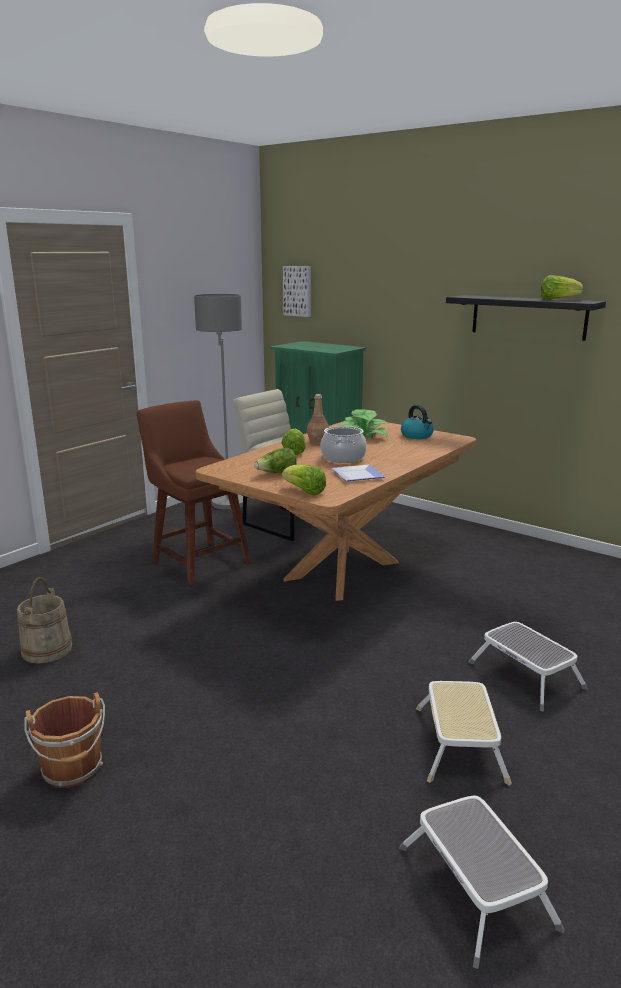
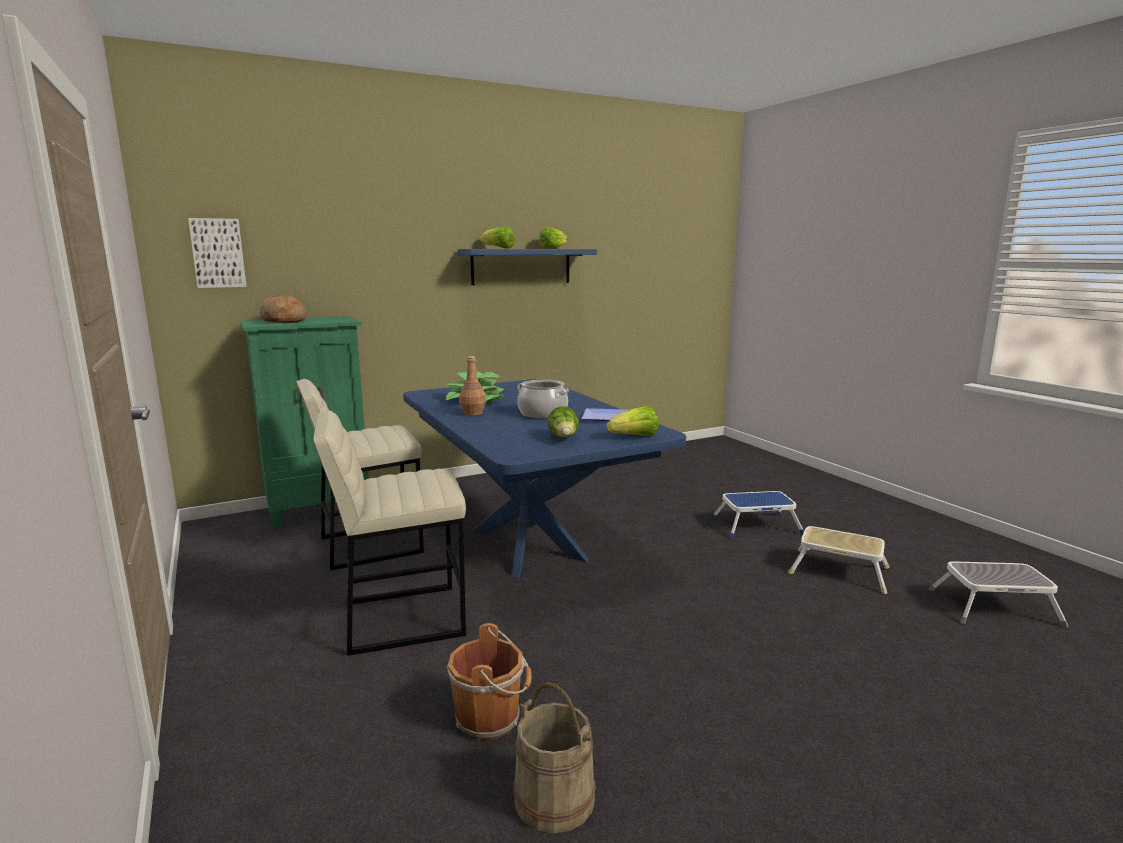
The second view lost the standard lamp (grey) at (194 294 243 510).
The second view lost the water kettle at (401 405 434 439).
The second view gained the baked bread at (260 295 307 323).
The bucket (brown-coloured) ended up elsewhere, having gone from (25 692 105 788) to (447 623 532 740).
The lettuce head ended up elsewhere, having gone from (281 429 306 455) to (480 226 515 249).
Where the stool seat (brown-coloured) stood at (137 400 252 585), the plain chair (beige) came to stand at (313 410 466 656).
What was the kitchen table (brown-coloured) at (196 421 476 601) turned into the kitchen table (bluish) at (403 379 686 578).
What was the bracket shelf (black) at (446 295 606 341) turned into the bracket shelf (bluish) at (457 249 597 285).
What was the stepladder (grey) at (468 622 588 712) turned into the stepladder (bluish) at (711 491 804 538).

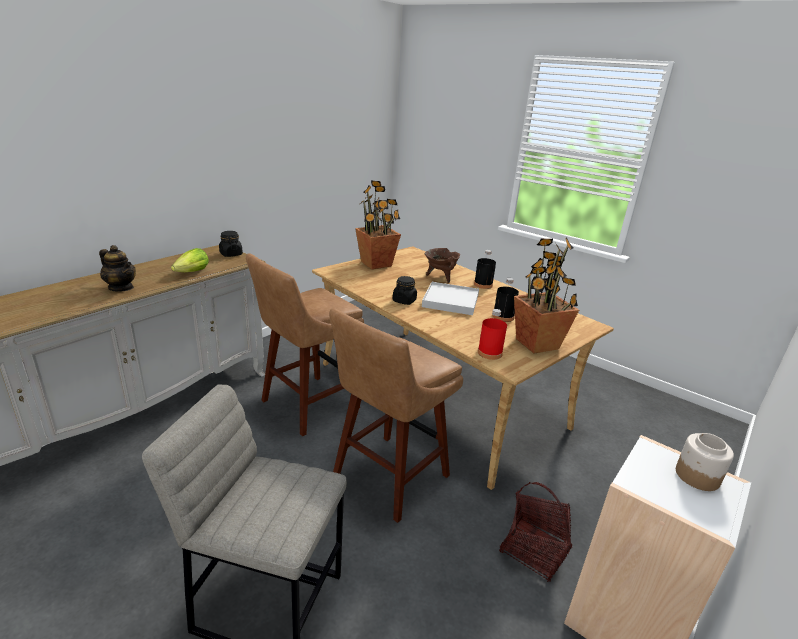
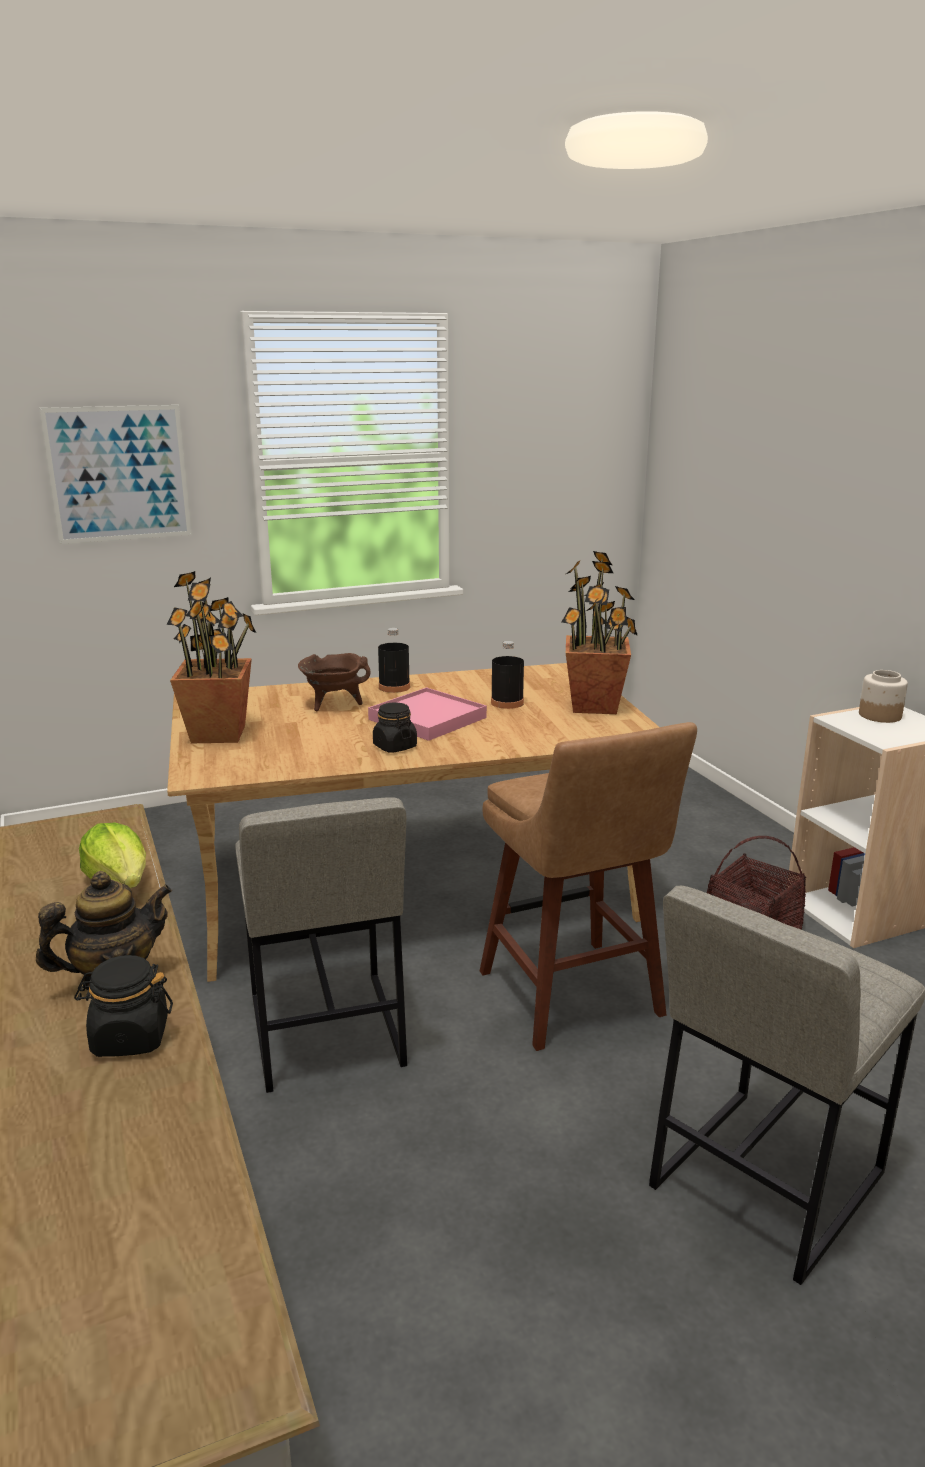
The second view lost the drink bottle (red-coloured) at (478 309 507 360).
The second view gained the picture at (39 405 192 544).
The preserve jar (black) ended up elsewhere, having gone from (219 231 243 257) to (74 955 173 1057).
Where the stool seat (brown-coloured) stood at (246 253 364 437), the plain chair (grey) came to stand at (236 797 407 1093).
What was the tray (white-coloured) at (422 282 479 315) turned into the tray (pink) at (368 687 487 741).

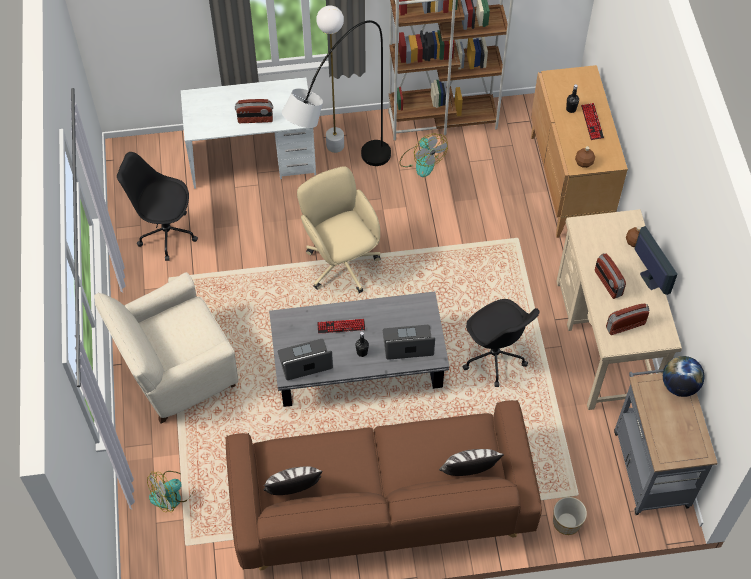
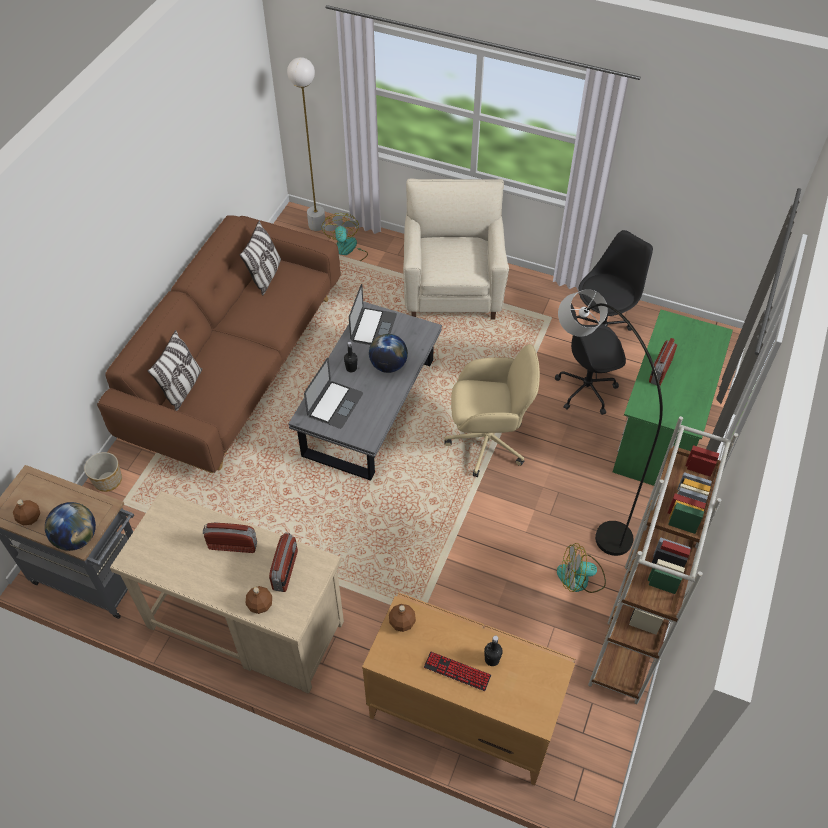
The second view lost the computer screen at (635 226 678 295).
The second view gained the drink bottle (brown-coloured) at (13 500 40 525).
The standard lamp (white-coloured) ended up elsewhere, having gone from (316 5 344 153) to (287 57 326 231).
The desk chair (black) ended up elsewhere, having gone from (462 299 540 387) to (554 303 626 415).
The radio ended up elsewhere, having gone from (606 303 649 335) to (269 532 298 592).
Where the PC keyboard stood at (317 319 365 334), the globe came to stand at (369 334 408 373).
What was the desk (white-coloured) at (181 77 316 189) turned into the desk (green) at (613 310 733 486).

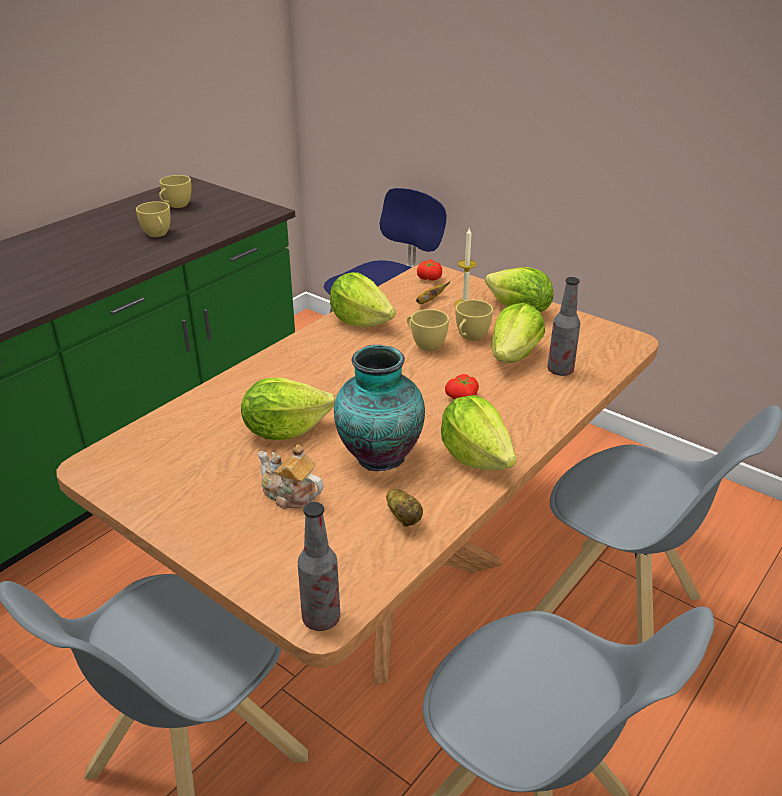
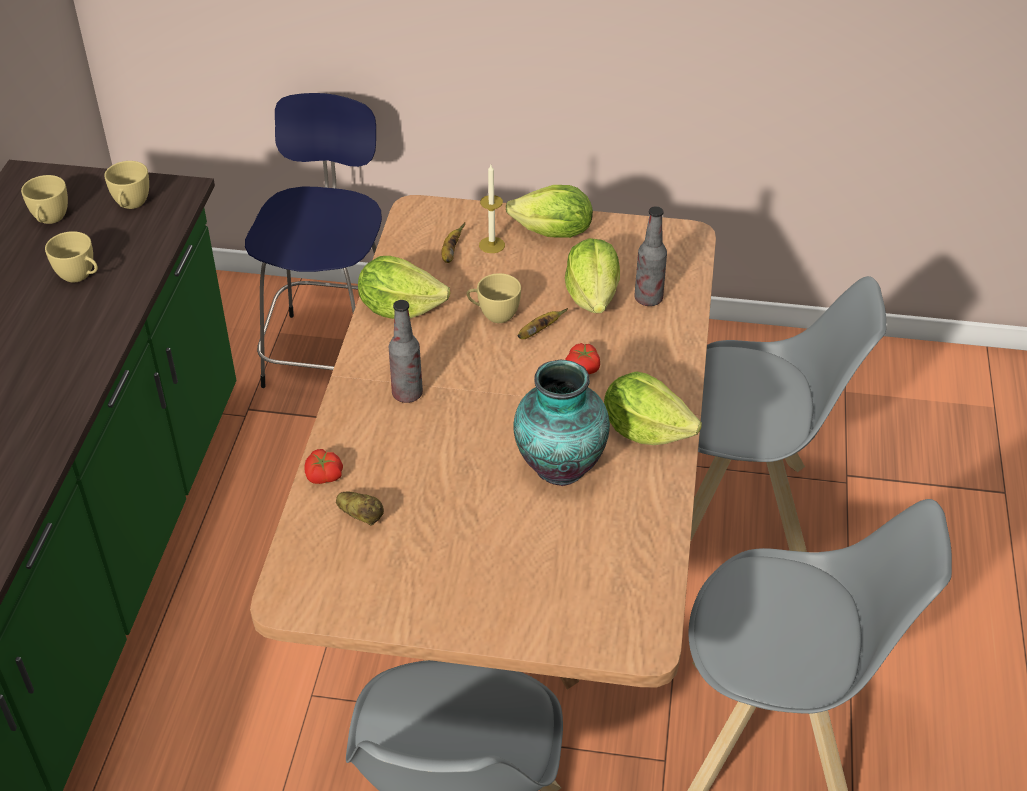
The second view lost the lettuce head at (241 378 335 440).
The second view lost the tea pot at (258 444 323 509).
The second view gained the whole banana at (517 308 568 339).
The drink bottle ended up elsewhere, having gone from (298 502 340 631) to (389 300 423 403).
The spud ended up elsewhere, having gone from (386 489 423 527) to (336 491 384 525).
The fresh tomato ended up elsewhere, having gone from (417 260 442 281) to (304 449 343 484).
The small cup (yellow-coloured) ended up elsewhere, having gone from (456 300 493 341) to (104 161 149 209).

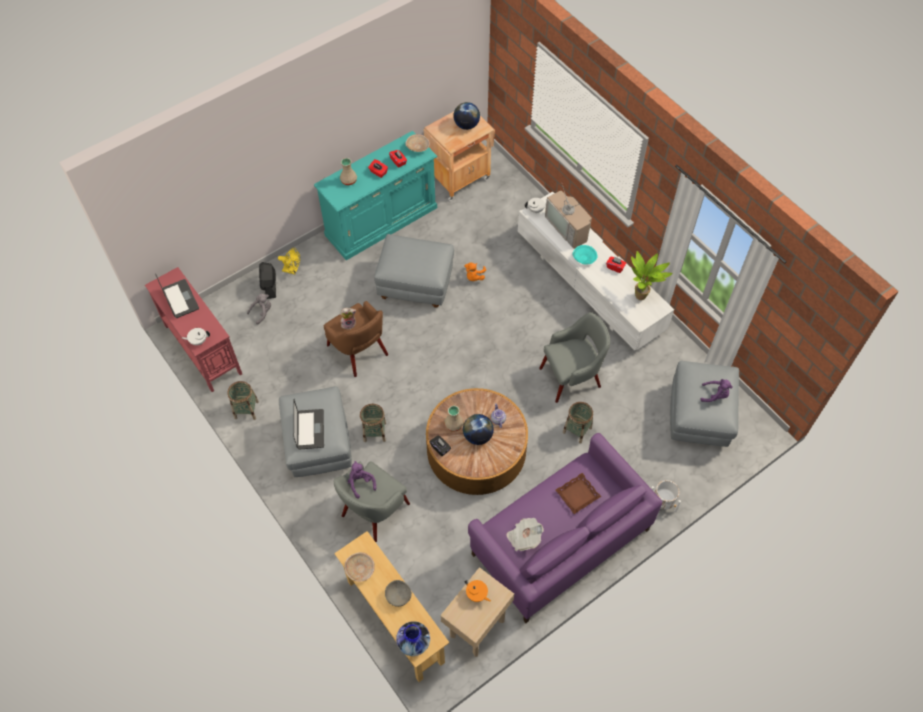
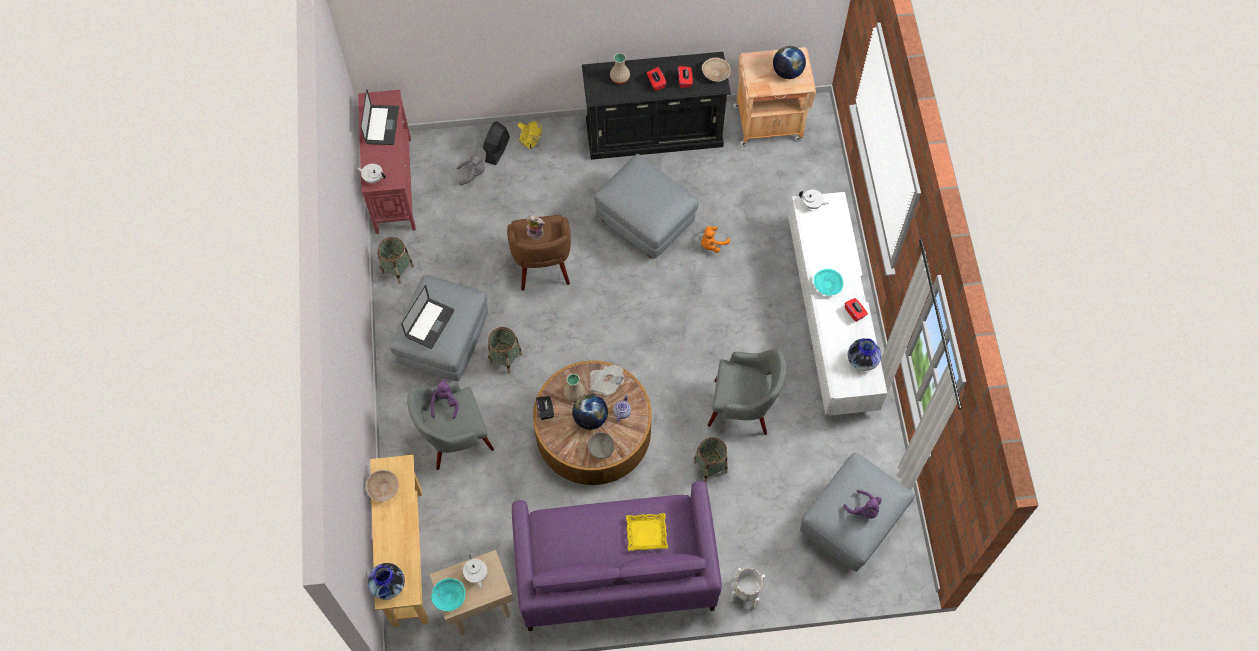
The second view lost the television at (545 182 592 249).
The second view gained the serving bowl (turquoise-coloured) at (431 578 465 612).
The serving bowl (grey) ended up elsewhere, having gone from (385 580 412 607) to (588 432 615 459).
The printed paper ended up elsewhere, having gone from (506 518 544 551) to (589 364 624 395).
Where the houseplant stood at (631 251 673 300), the decorative vase came to stand at (848 338 881 371).
What was the cupboard (turquoise-coloured) at (314 131 437 260) turned into the cupboard (black) at (582 52 731 160).
What was the tea pot (orangey) at (465 580 491 602) turned into the tea pot (white-coloured) at (463 554 487 588).
What was the tray (brown-coloured) at (555 473 601 514) turned into the tray (yellow-coloured) at (626 513 668 551).

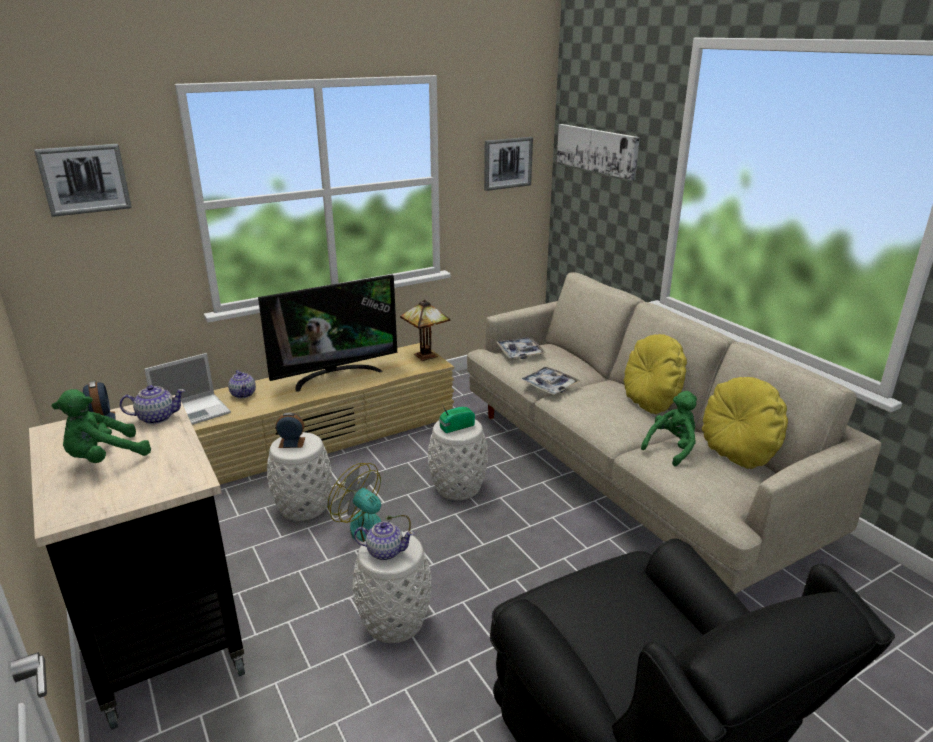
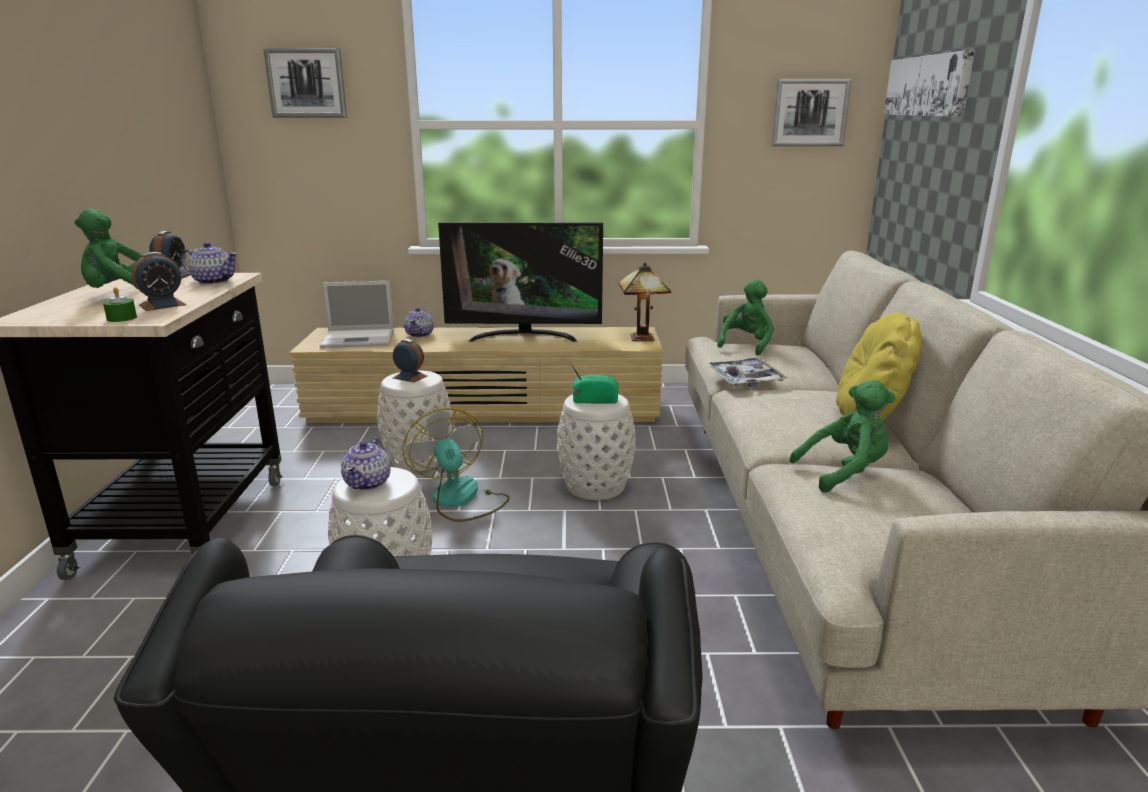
The second view lost the throw pillow (yellow-coloured) at (702 377 788 469).
The second view gained the wax candle (green) at (103 287 137 322).
The second view gained the bedside clock at (132 252 186 311).
Where the tray stood at (496 337 546 359), the plush toy (green) came to stand at (717 279 774 355).
The tea pot at (354 522 414 560) ended up facing another way, 60 degrees clockwise from before.

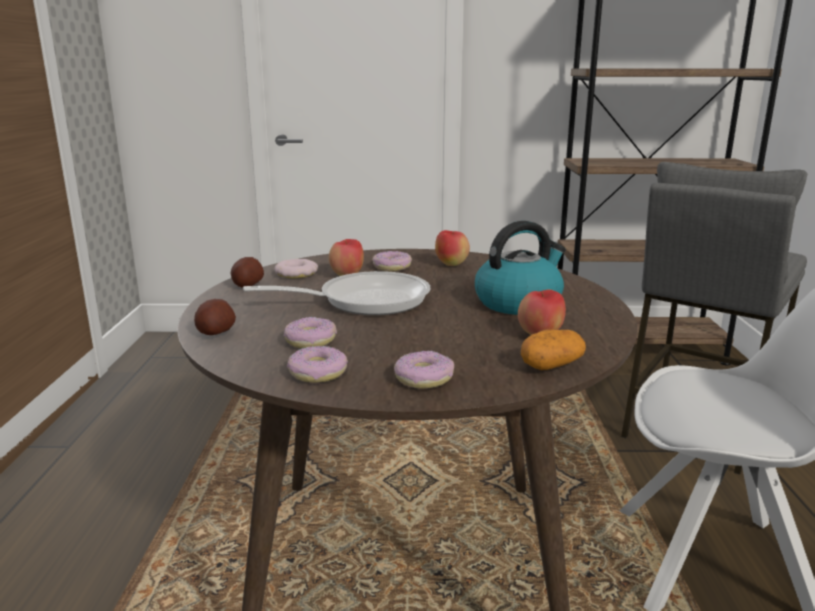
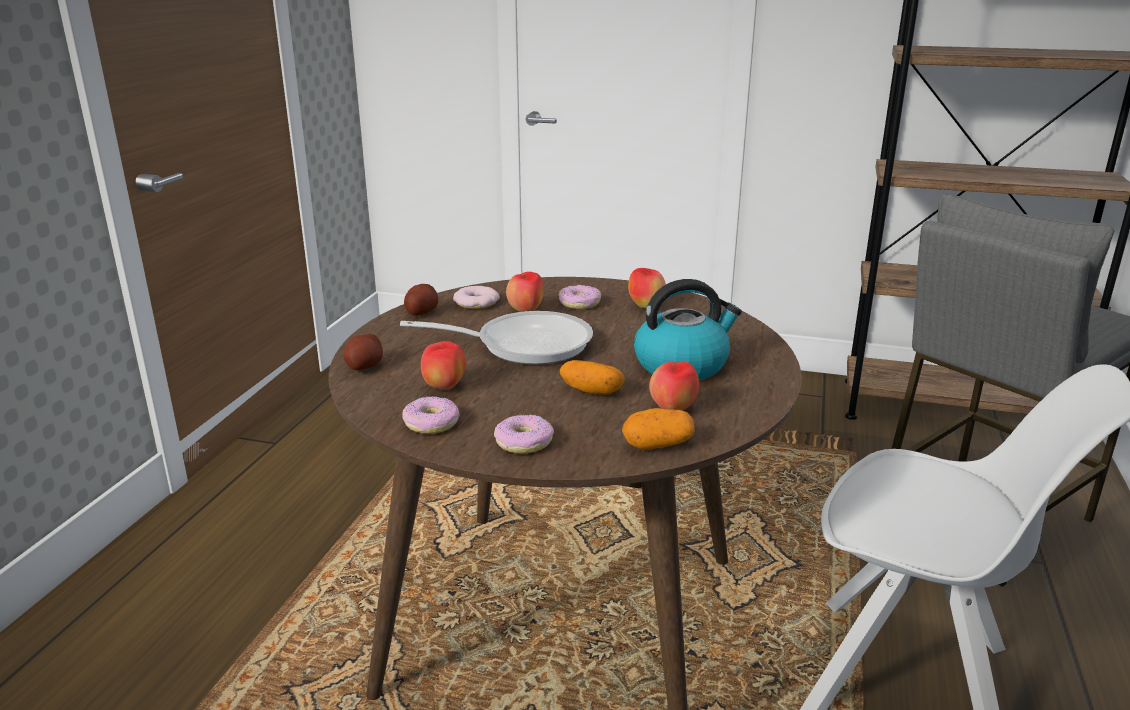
The second view gained the spud at (560 360 625 395).
Where the donut stood at (284 317 337 348), the whole apple came to stand at (421 341 466 389).

